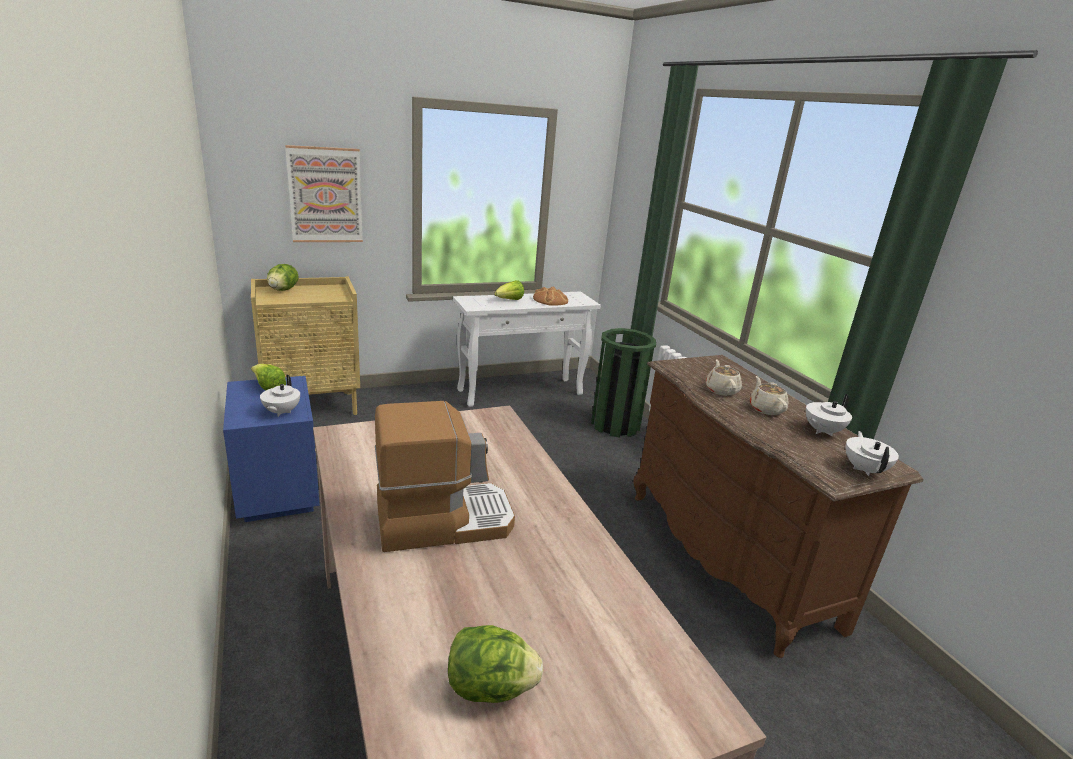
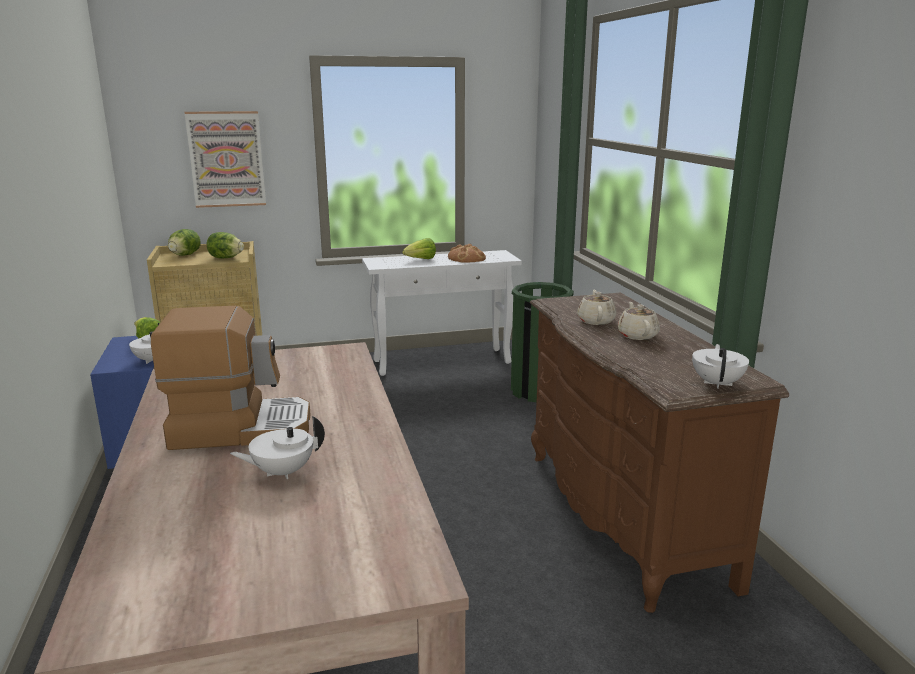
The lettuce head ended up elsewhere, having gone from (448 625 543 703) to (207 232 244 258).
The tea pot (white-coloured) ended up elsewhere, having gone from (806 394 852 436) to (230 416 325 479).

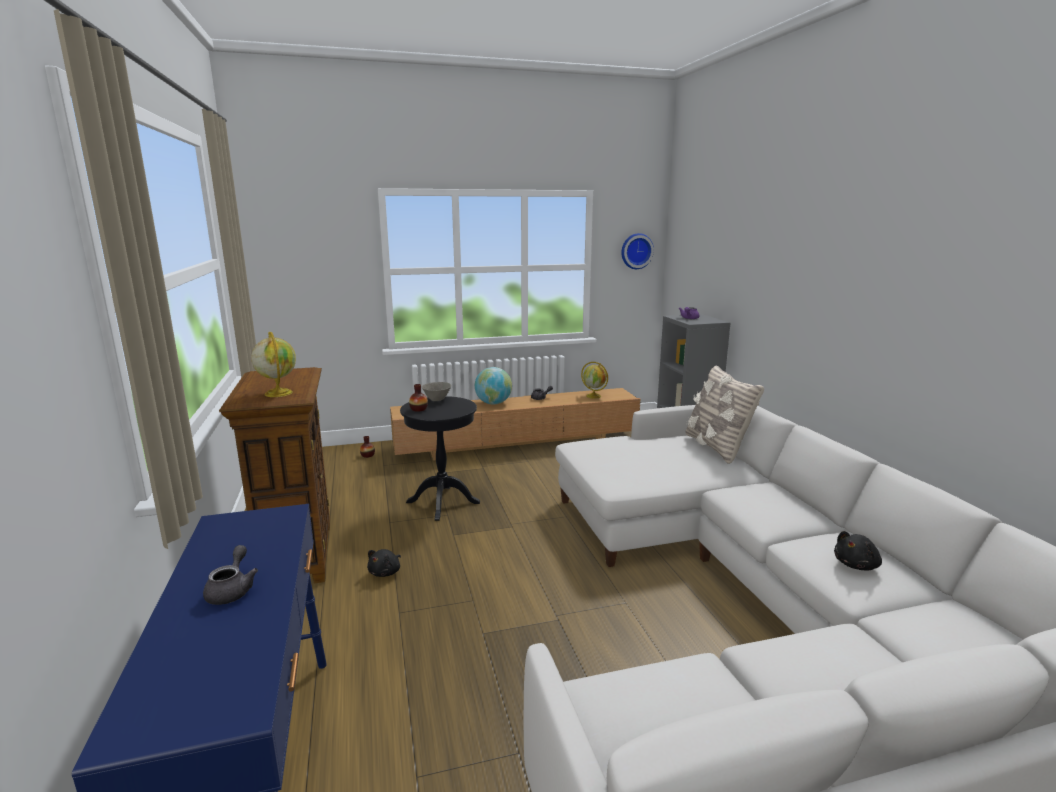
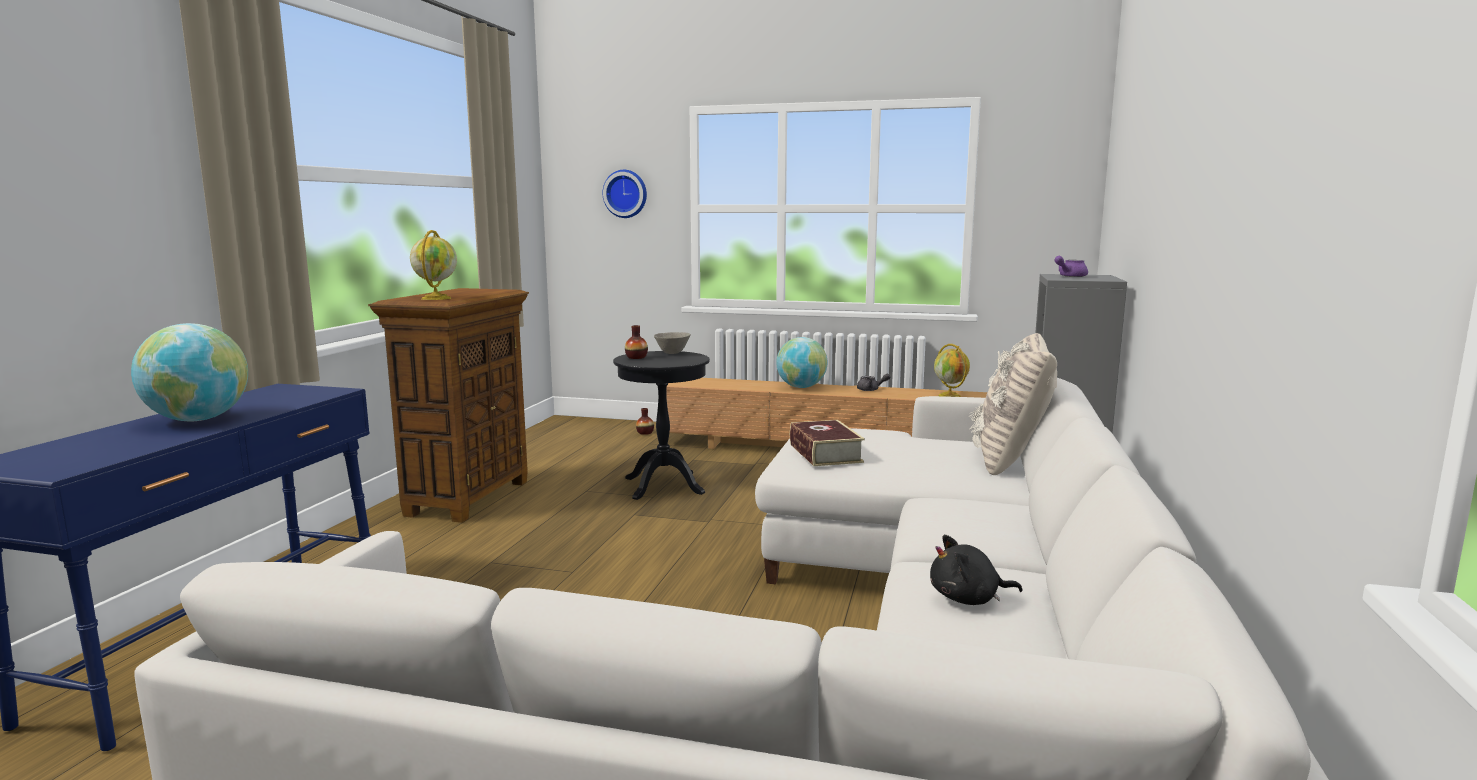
The second view lost the plush toy (black) at (367 549 401 577).
The second view gained the volume at (790 420 865 466).
The wall clock ended up elsewhere, having gone from (621 233 654 269) to (603 170 647 218).
Where the tea pot (grey) stood at (203 545 258 605), the globe came to stand at (131 323 248 421).

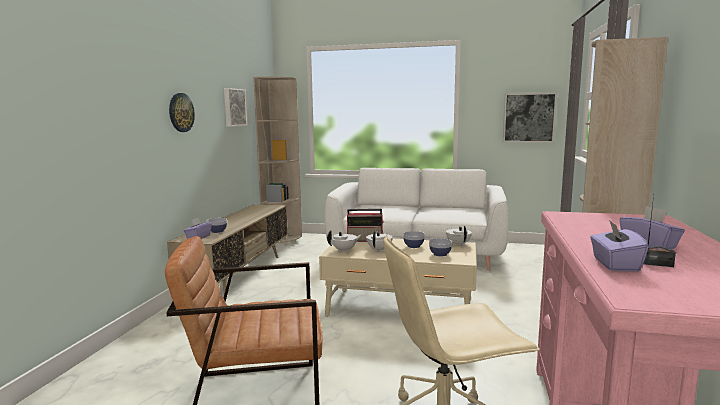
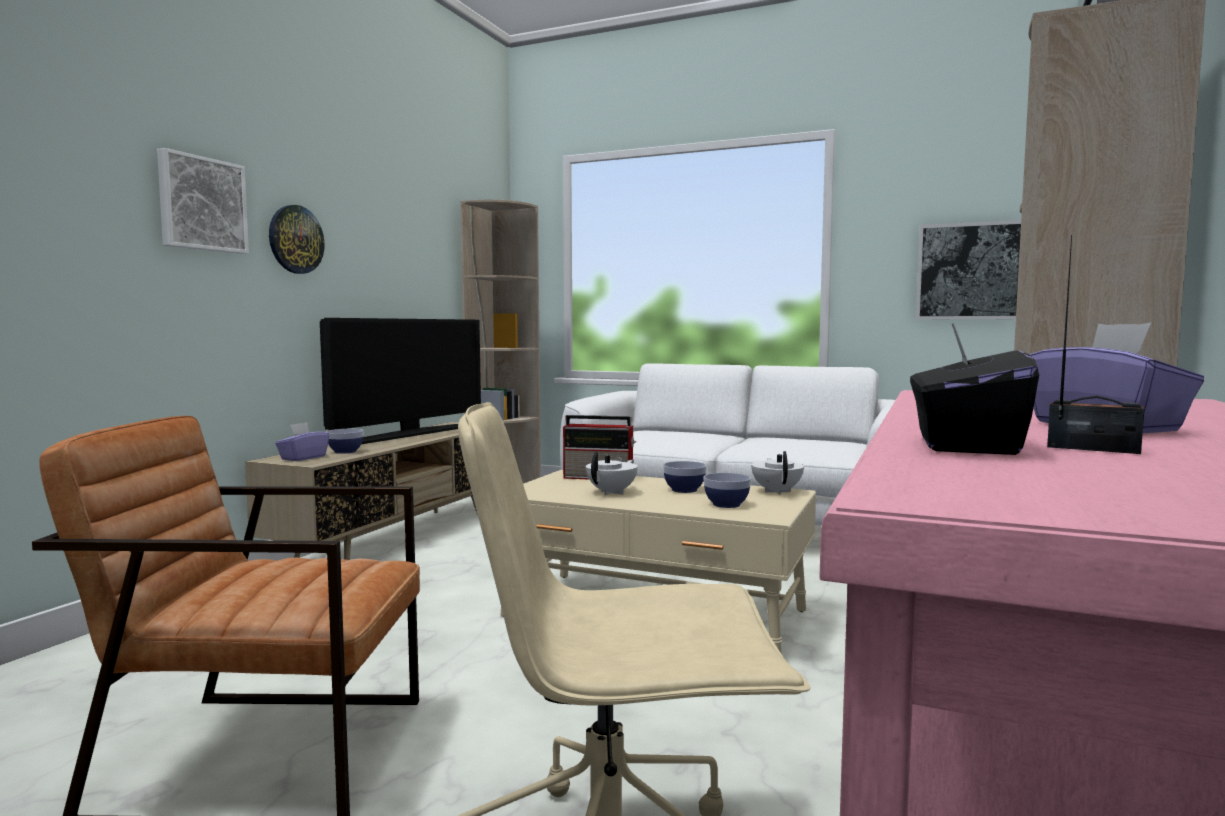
The second view lost the tea pot (white-coloured) at (327 230 362 252).
The second view gained the television at (320 318 481 444).
The picture ended up elsewhere, having gone from (224 88 248 127) to (157 148 249 254).
What was the box of tissues (purple-coloured) at (590 220 649 272) turned into the box of tissues (black) at (910 322 1039 455).

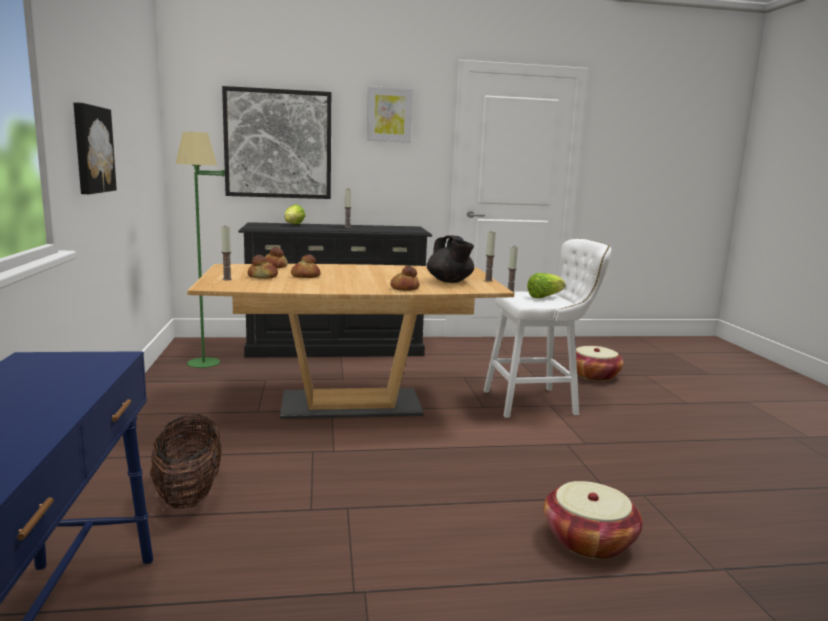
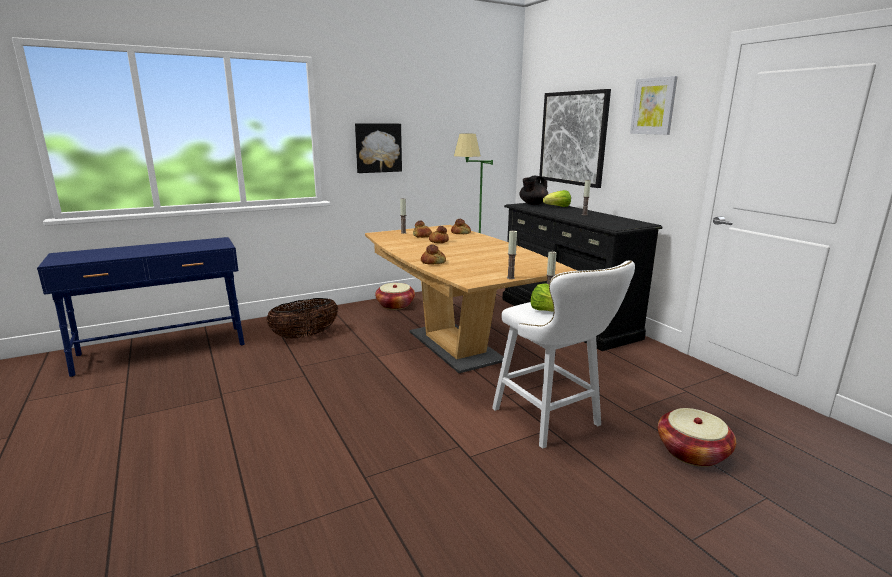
The tea pot (black) ended up elsewhere, having gone from (427 236 474 283) to (519 176 548 205).
The basket ended up elsewhere, having gone from (543 481 642 559) to (375 283 415 310).

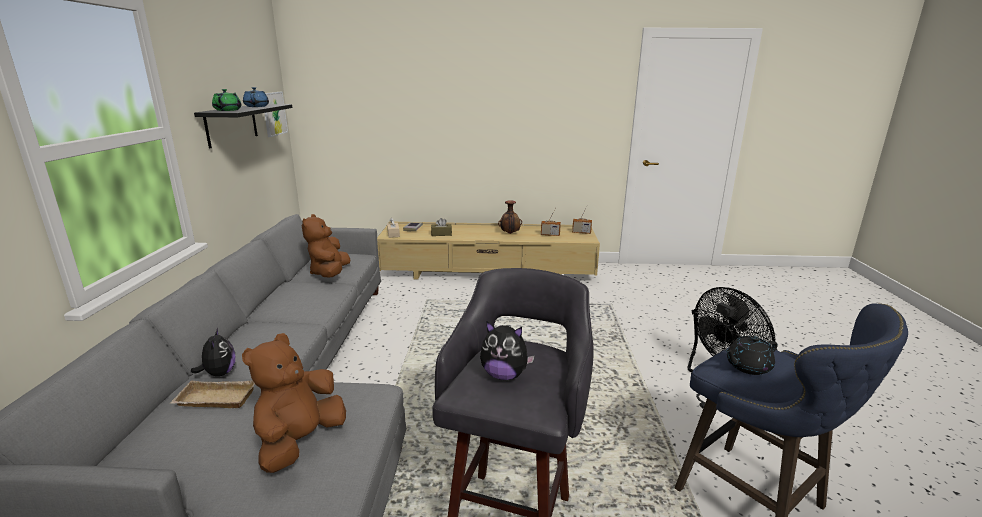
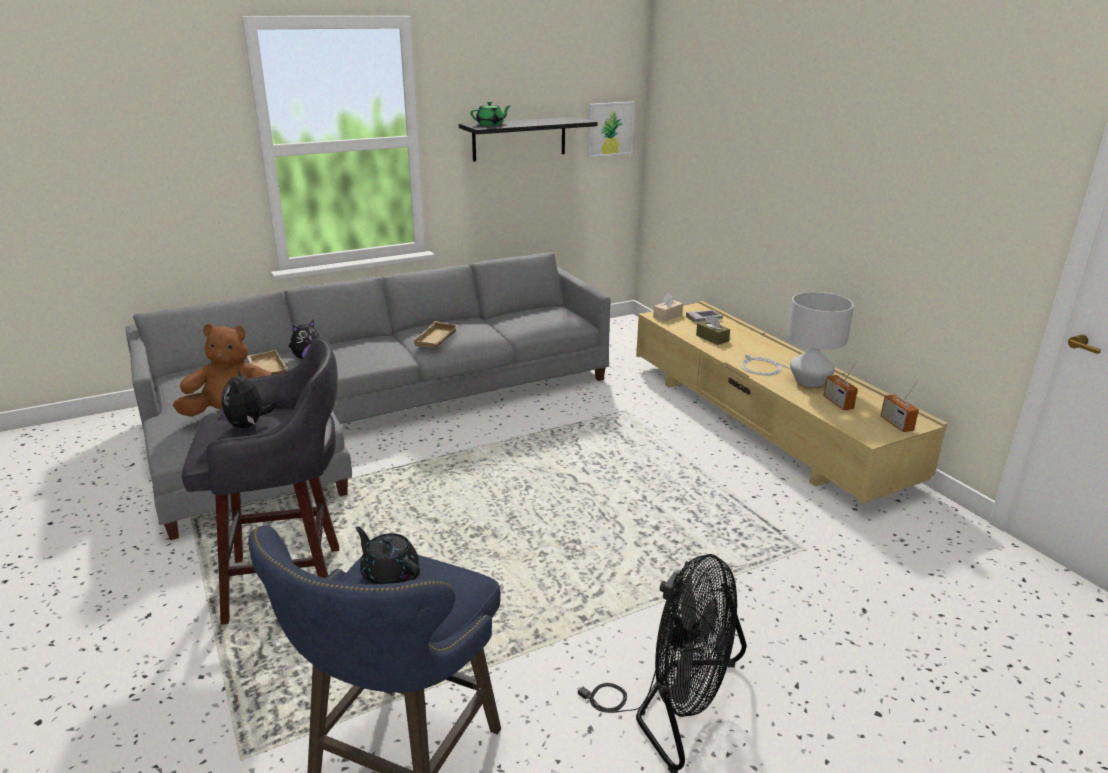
The second view lost the tea pot (bluish) at (243 87 269 107).
The second view lost the plush toy (brown-coloured) at (302 214 350 277).
The second view gained the tray (beige) at (413 321 458 348).
Where the decorative vase stood at (498 200 522 234), the table lamp (grey) came to stand at (742 292 854 388).

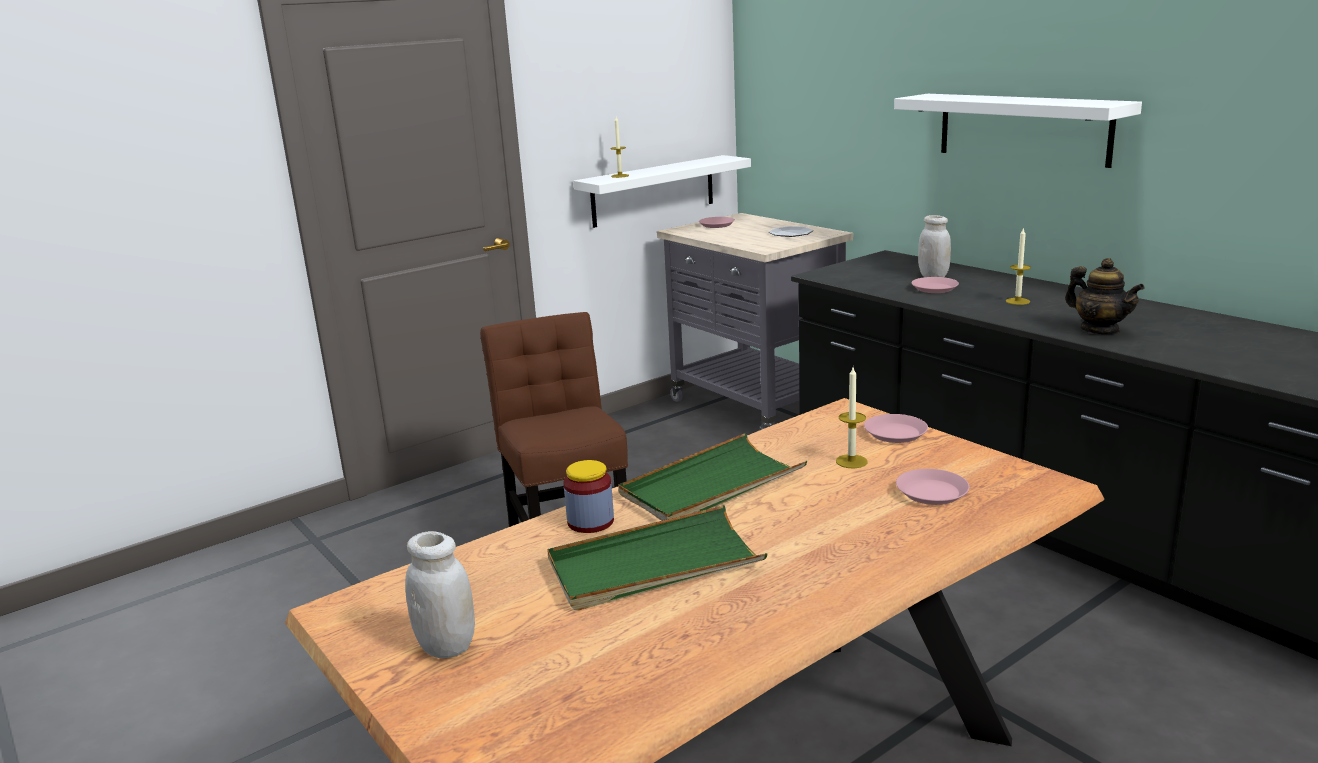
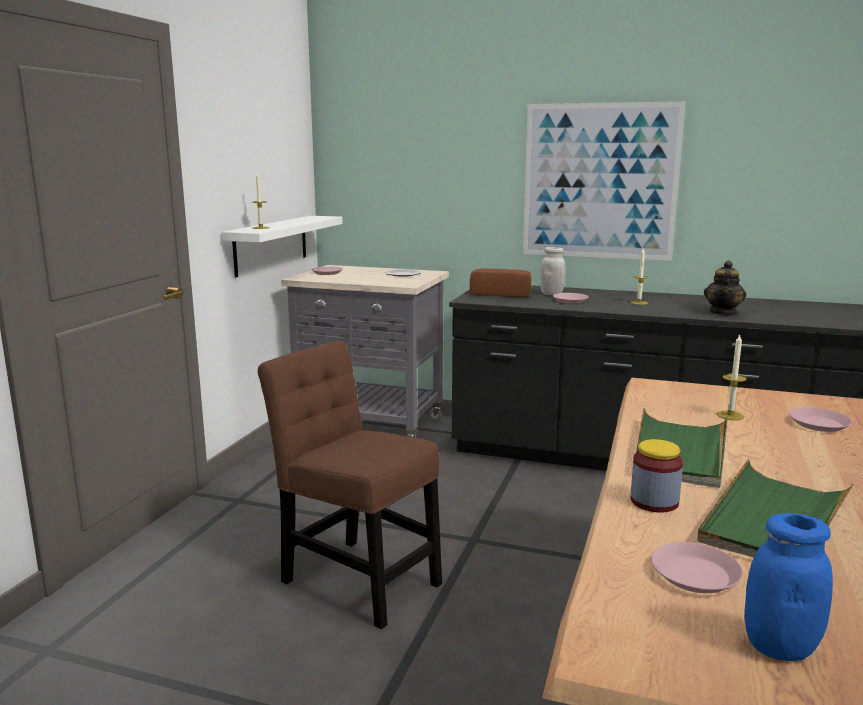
The second view gained the baked bread at (470 269 532 297).
The plate (pink) ended up elsewhere, having gone from (864 414 928 443) to (651 542 743 593).
Where the bracket shelf (white-coloured) hung at (894 94 1142 168), the picture came to hang at (523 101 686 261).
What was the preserve jar (white-coloured) at (405 531 475 658) turned into the preserve jar (bluish) at (744 513 833 661).
The tea pot at (1065 258 1145 334) ended up facing another way, 90 degrees clockwise from before.

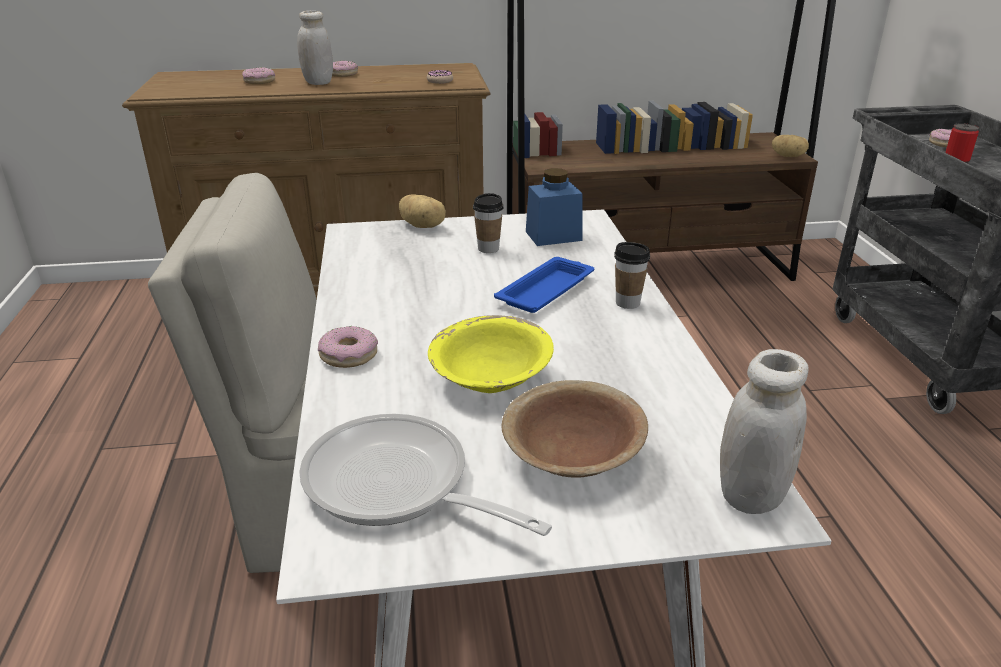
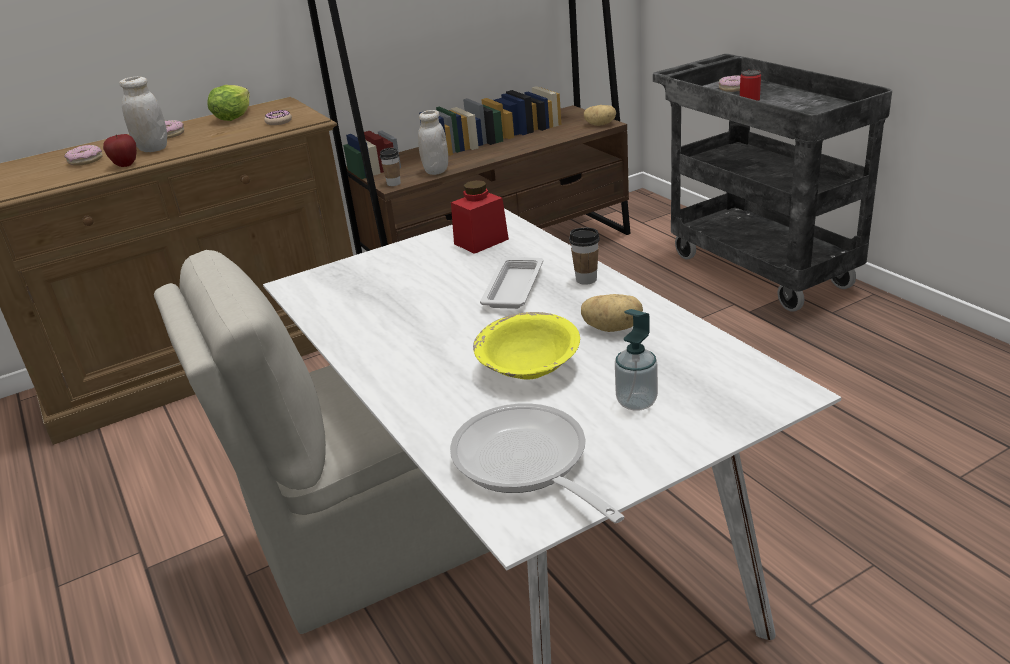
The second view lost the donut at (318 326 378 368).
The second view gained the whole apple at (103 134 137 167).
The second view gained the lettuce head at (207 85 250 121).
The spud ended up elsewhere, having gone from (399 194 446 228) to (581 294 643 332).
The small cup ended up elsewhere, having gone from (473 193 504 253) to (380 148 401 186).
The preserve jar (white-coloured) ended up elsewhere, having gone from (720 349 809 514) to (418 110 448 175).
Where the serving bowl (brown-coloured) stood at (501 380 648 478), the soap dispenser came to stand at (615 309 658 411).
What was the tray (bluish) at (494 257 594 313) turned into the tray (white-coloured) at (480 257 543 309).
What was the preserve jar (bluish) at (526 168 583 246) turned into the preserve jar (red-coloured) at (451 180 509 254).
The pan at (299 414 552 536) ended up facing another way, 45 degrees clockwise from before.

